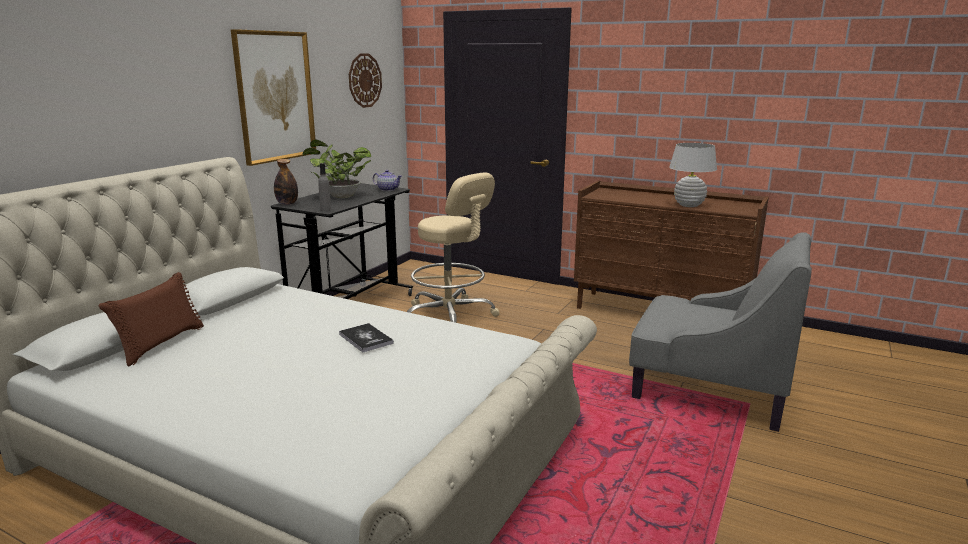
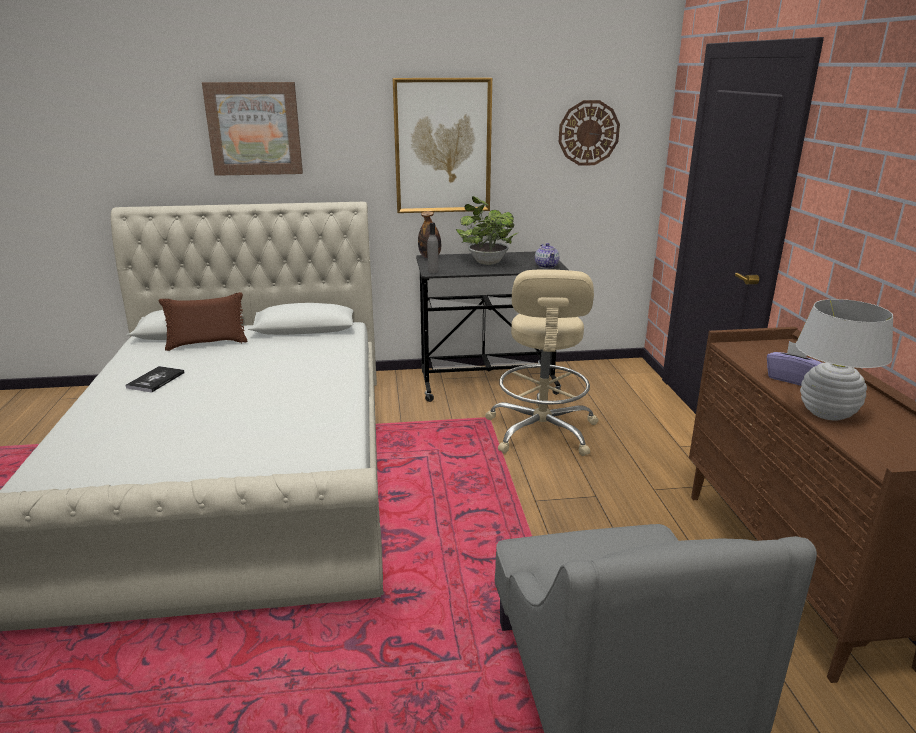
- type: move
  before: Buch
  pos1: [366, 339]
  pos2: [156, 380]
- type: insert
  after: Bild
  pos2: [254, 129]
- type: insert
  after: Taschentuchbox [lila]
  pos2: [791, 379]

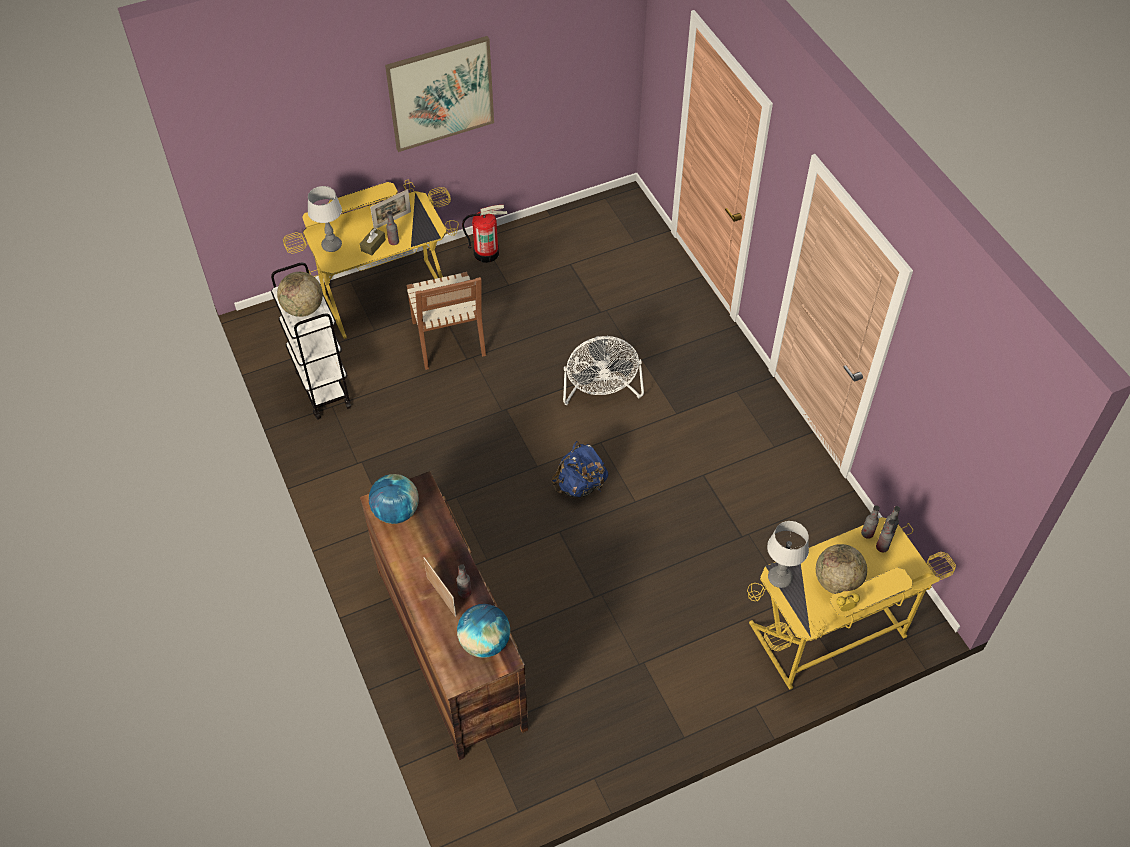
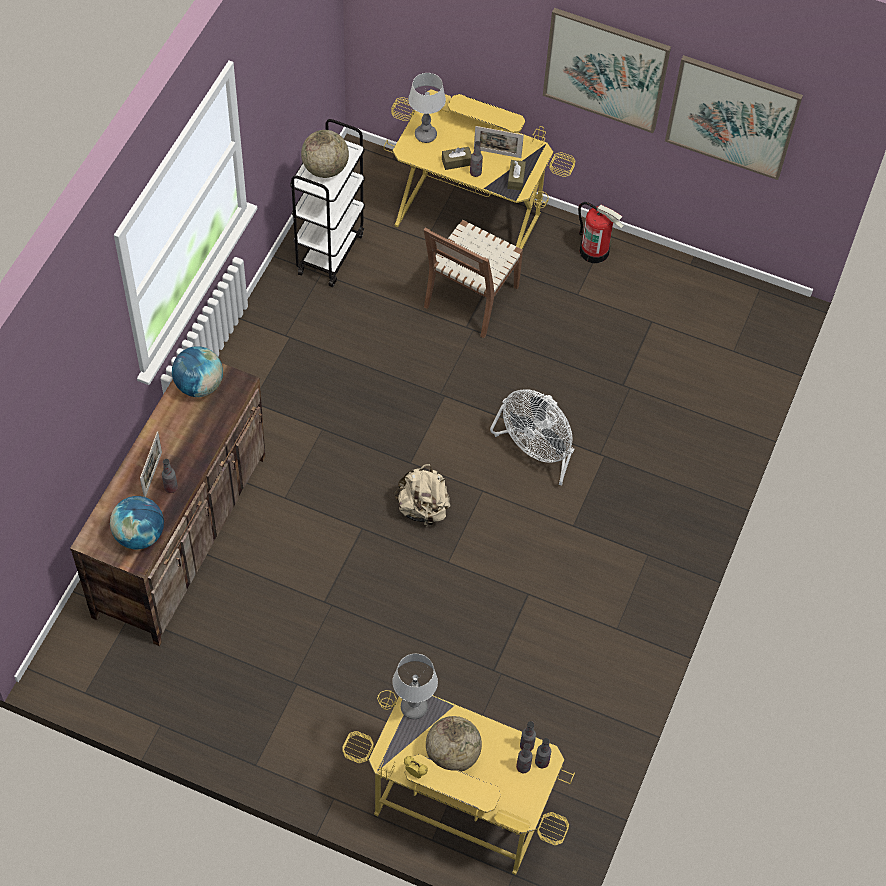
- type: recolor
  before: Rucksack [blau]
  after: Rucksack [beige]
  pos1: [580, 485]
  pos2: [423, 508]
- type: insert
  after: Taschentuchbox [braun]
  pos2: [516, 179]
- type: insert
  after: Bild
  pos2: [732, 116]

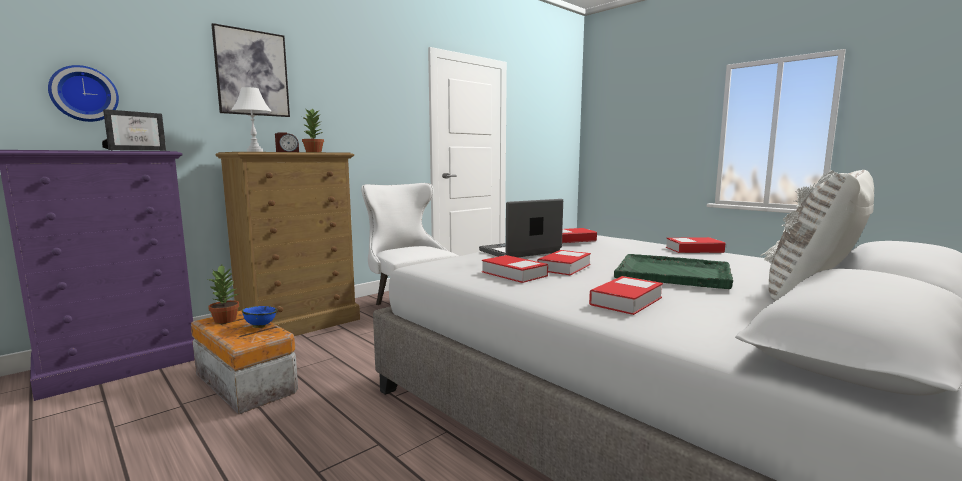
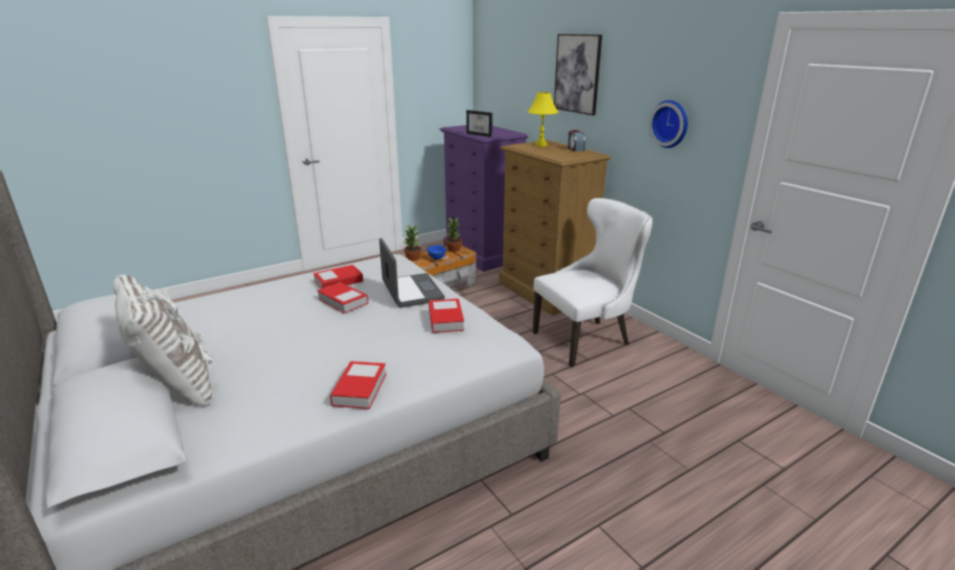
- type: move
  before: Topfpflanze
  pos1: [314, 152]
  pos2: [413, 258]
- type: recolor
  before: Tischlampe [weiß]
  after: Tischlampe [gelb]
  pos1: [255, 151]
  pos2: [541, 145]
- type: move
  before: Wanduhr
  pos1: [84, 94]
  pos2: [671, 123]
- type: delete
  before: Buch
  pos1: [626, 301]
- type: delete
  before: Tablett [grün]
  pos1: [674, 273]

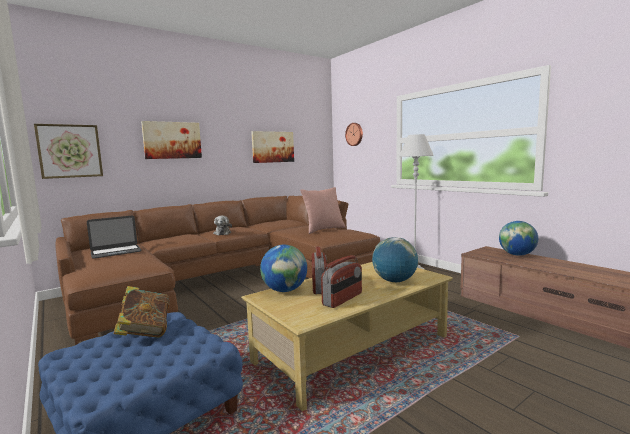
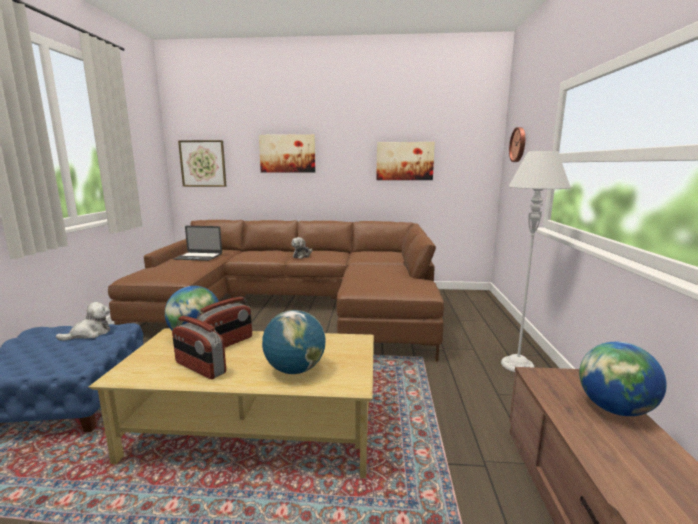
- type: replace
  before: Buch
  after: Plüschtier
  pos1: [145, 332]
  pos2: [89, 334]
- type: rotate
  before: Radio
  pos1: [343, 299]
  pos2: [200, 368]
  turn: 45
- type: delete
  before: Kissen [rosa]
  pos1: [323, 230]

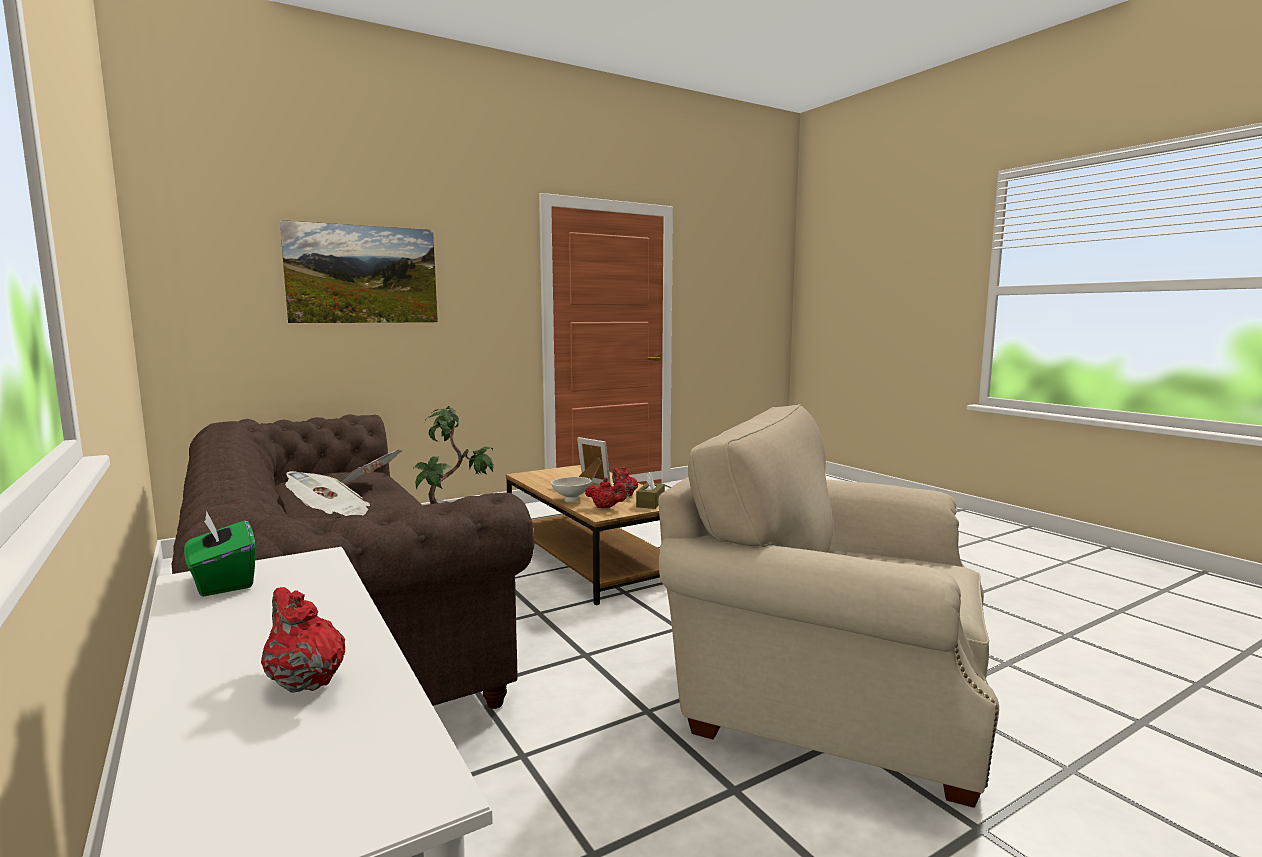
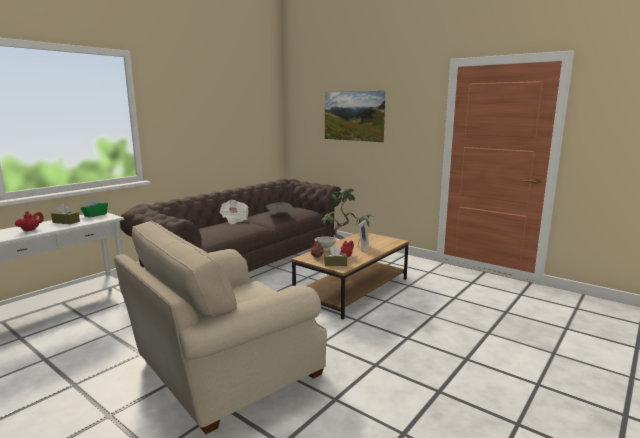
- type: insert
  after: Taschentuchbox [braun]
  pos2: [66, 222]
- type: rotate
  before: Sessel [beige]
  pos1: [827, 690]
  pos2: [224, 371]
  turn: -135

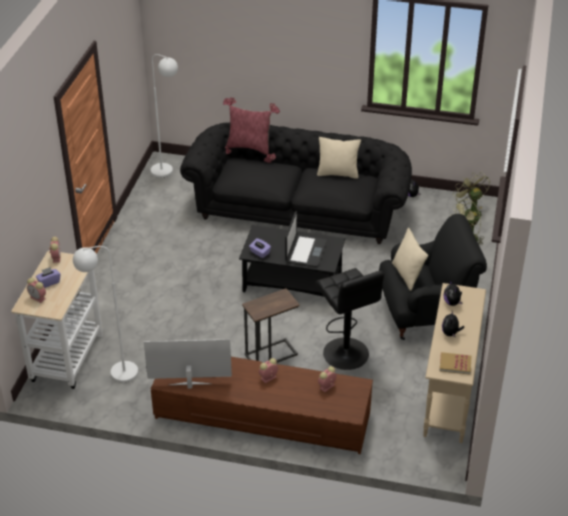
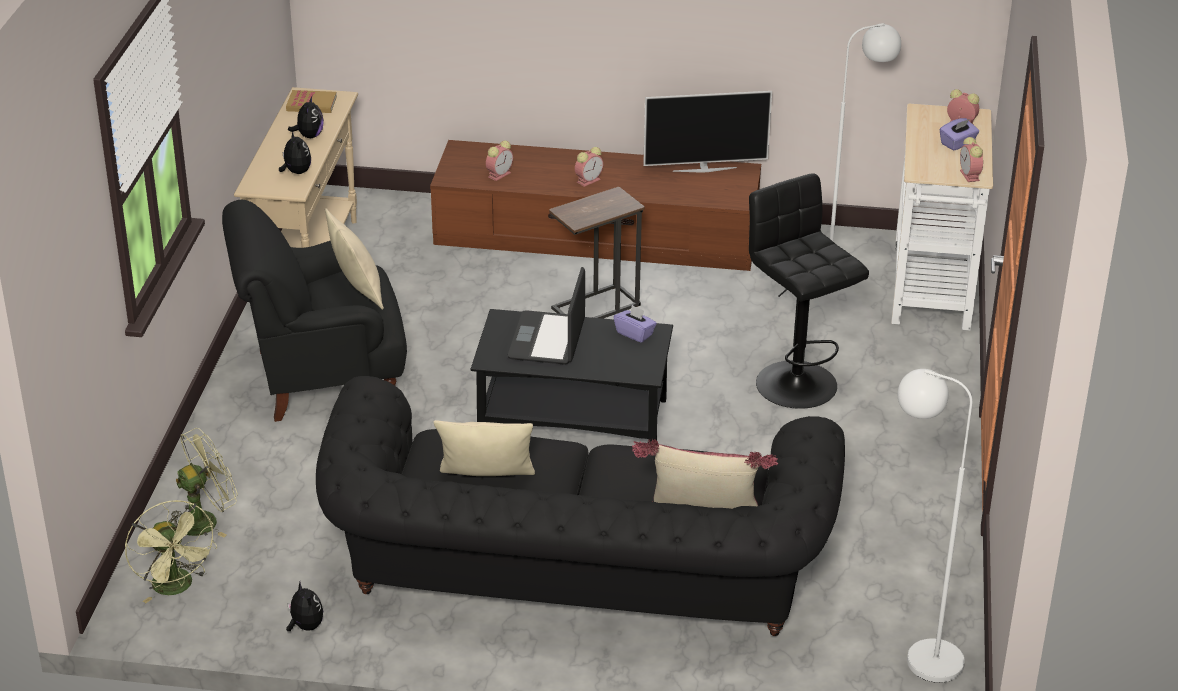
- type: move
  before: Hocker [schwarz]
  pos1: [345, 354]
  pos2: [796, 384]

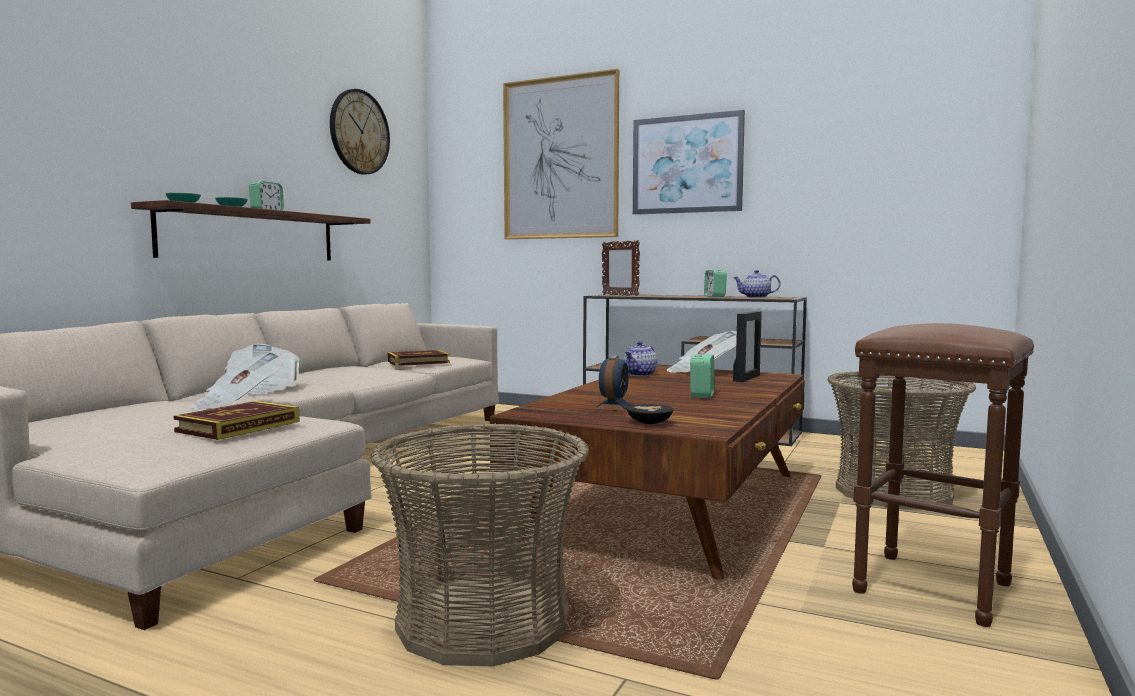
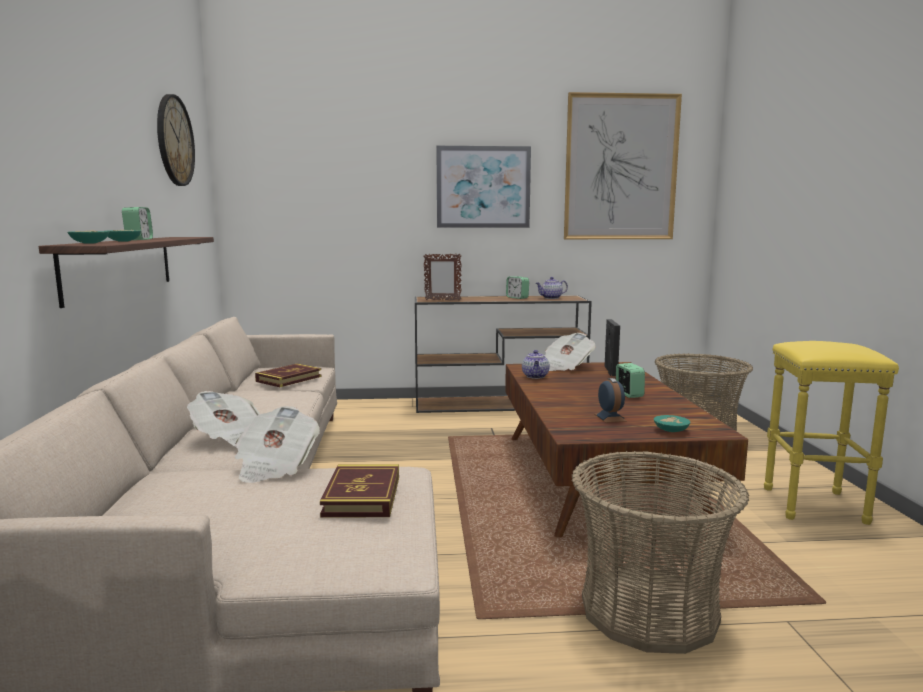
- type: move
  before: Bild
  pos1: [560, 158]
  pos2: [621, 168]
- type: recolor
  before: Schüssel [schwarz]
  after: Schüssel [türkis]
  pos1: [648, 422]
  pos2: [670, 430]
- type: recolor
  before: Hocker [braun]
  after: Hocker [gelb]
  pos1: [934, 589]
  pos2: [816, 506]

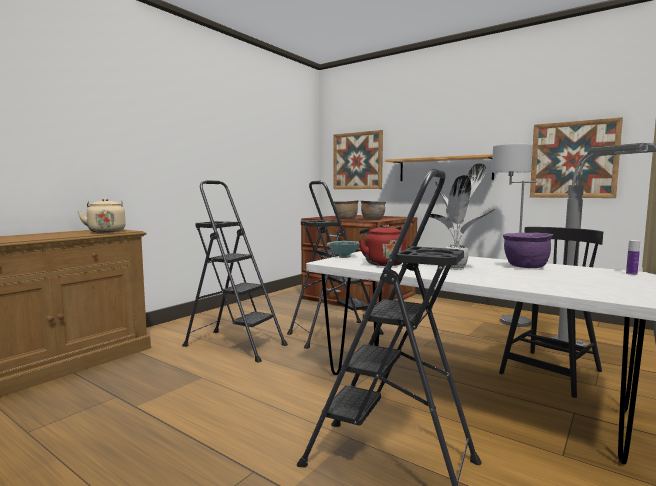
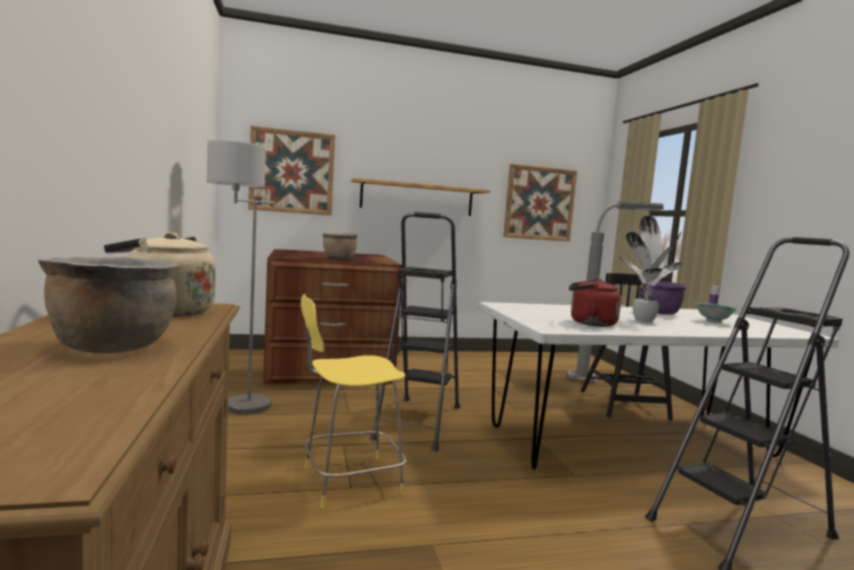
- type: move
  before: Kochtopf [braun]
  pos1: [372, 219]
  pos2: [113, 347]
- type: move
  before: Stehlampe [grau]
  pos1: [507, 320]
  pos2: [236, 405]
- type: replace
  before: Trittleiter
  after: Hocker [gelb]
  pos1: [234, 345]
  pos2: [348, 481]
- type: move
  before: Schüssel
  pos1: [344, 257]
  pos2: [713, 322]

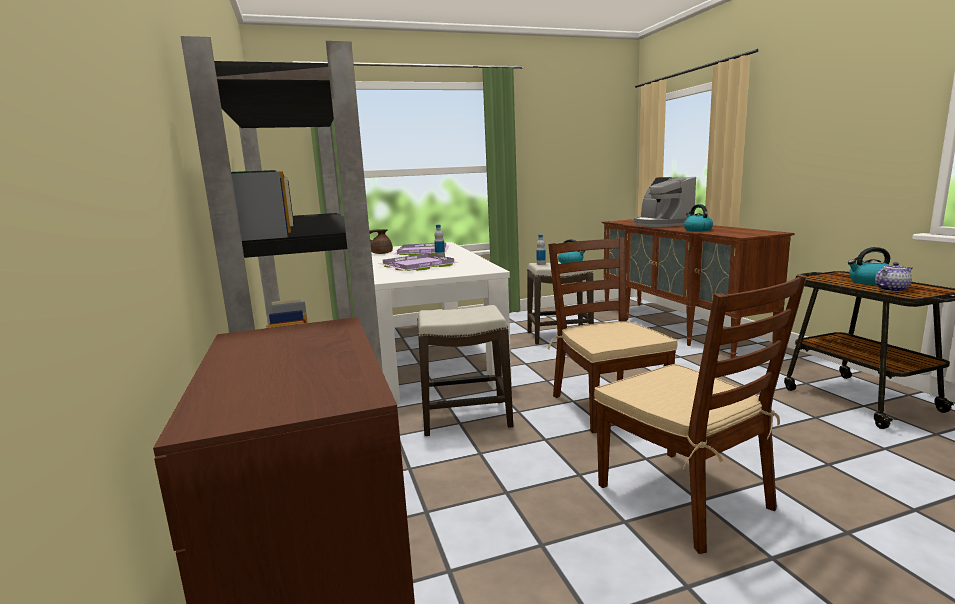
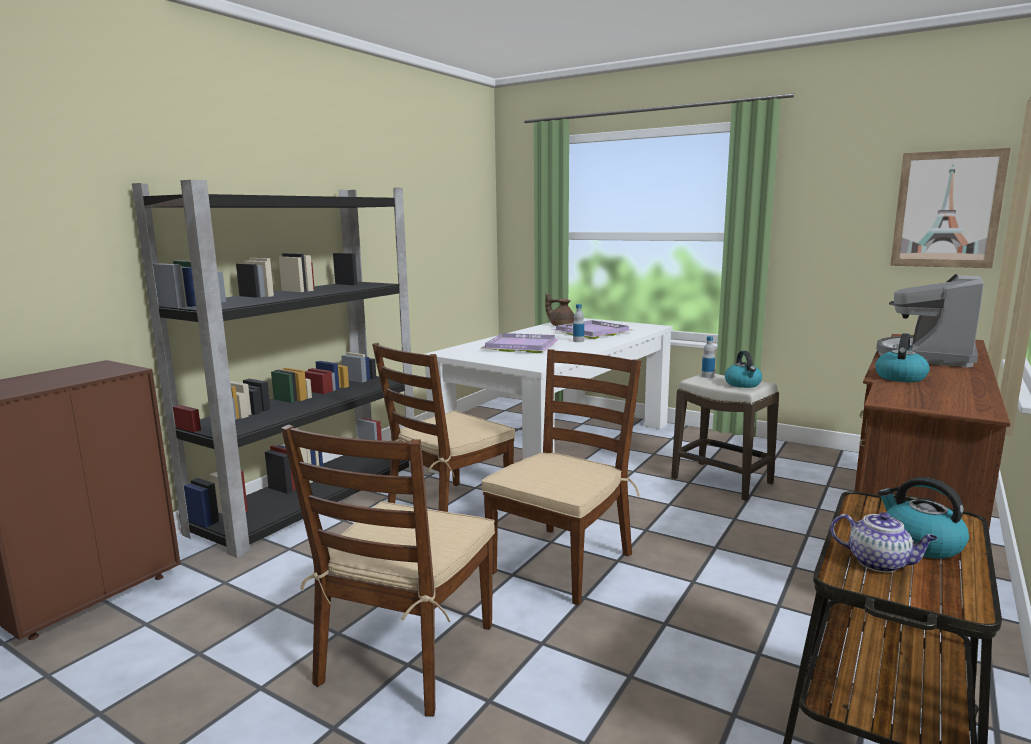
- type: replace
  before: Hocker
  after: Stuhl [braun]
  pos1: [465, 418]
  pos2: [449, 509]
- type: insert
  after: Bild
  pos2: [947, 209]

